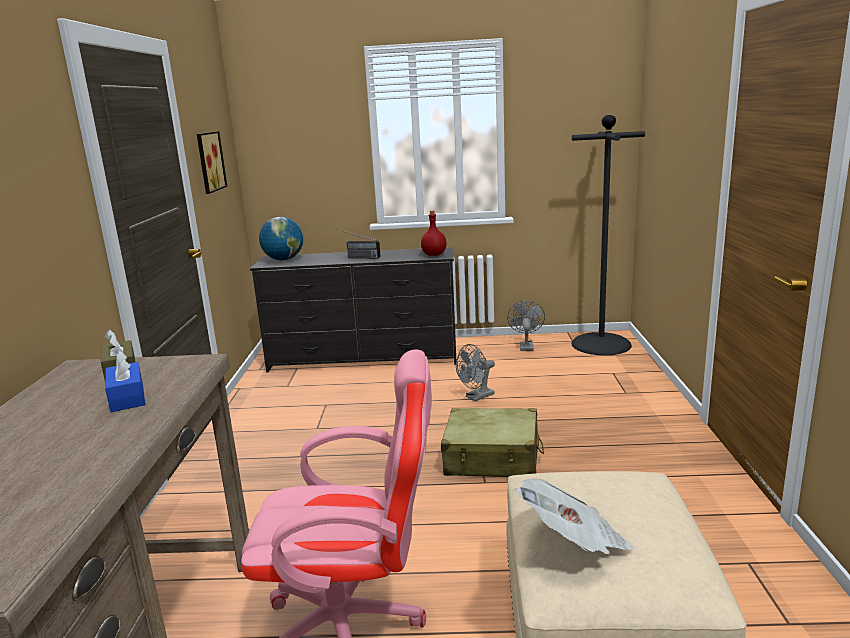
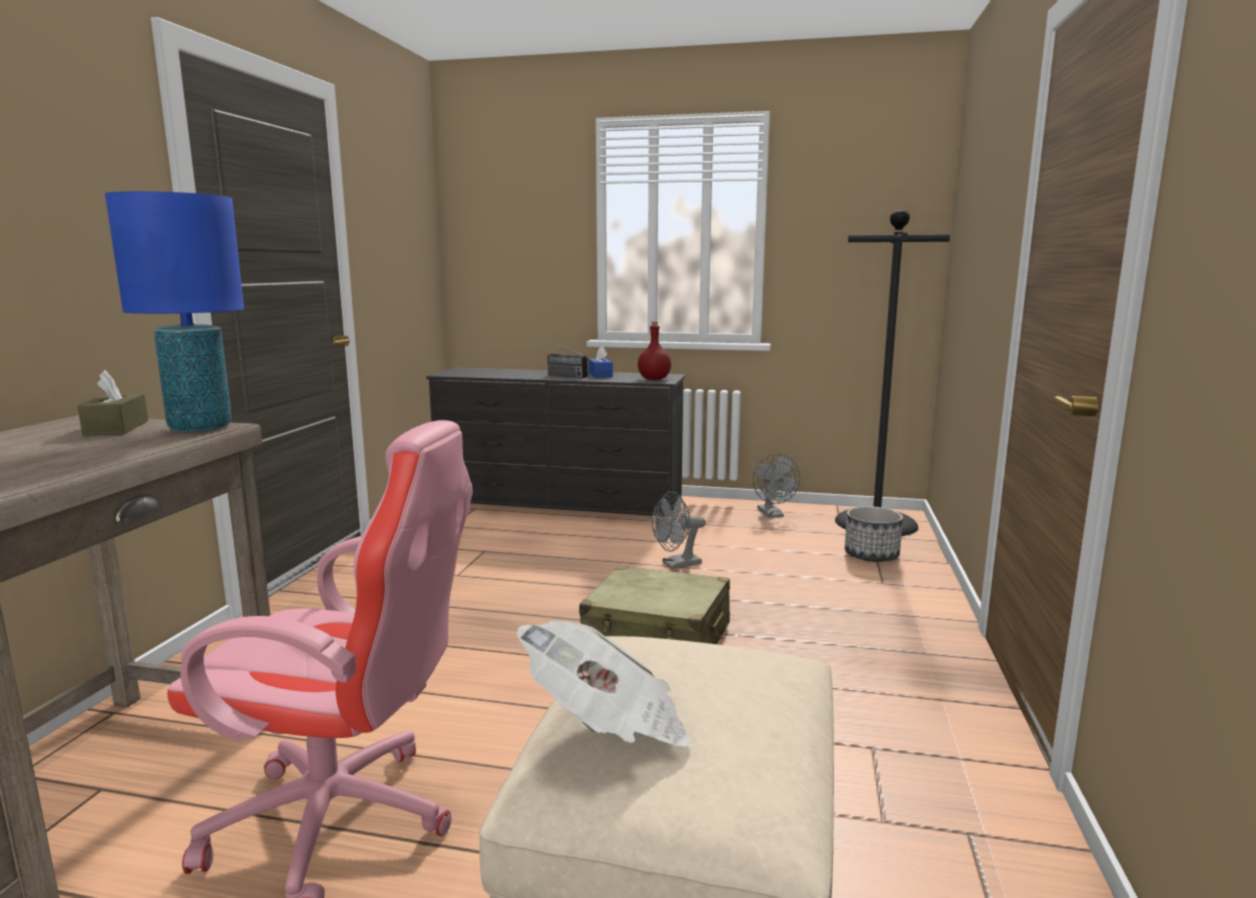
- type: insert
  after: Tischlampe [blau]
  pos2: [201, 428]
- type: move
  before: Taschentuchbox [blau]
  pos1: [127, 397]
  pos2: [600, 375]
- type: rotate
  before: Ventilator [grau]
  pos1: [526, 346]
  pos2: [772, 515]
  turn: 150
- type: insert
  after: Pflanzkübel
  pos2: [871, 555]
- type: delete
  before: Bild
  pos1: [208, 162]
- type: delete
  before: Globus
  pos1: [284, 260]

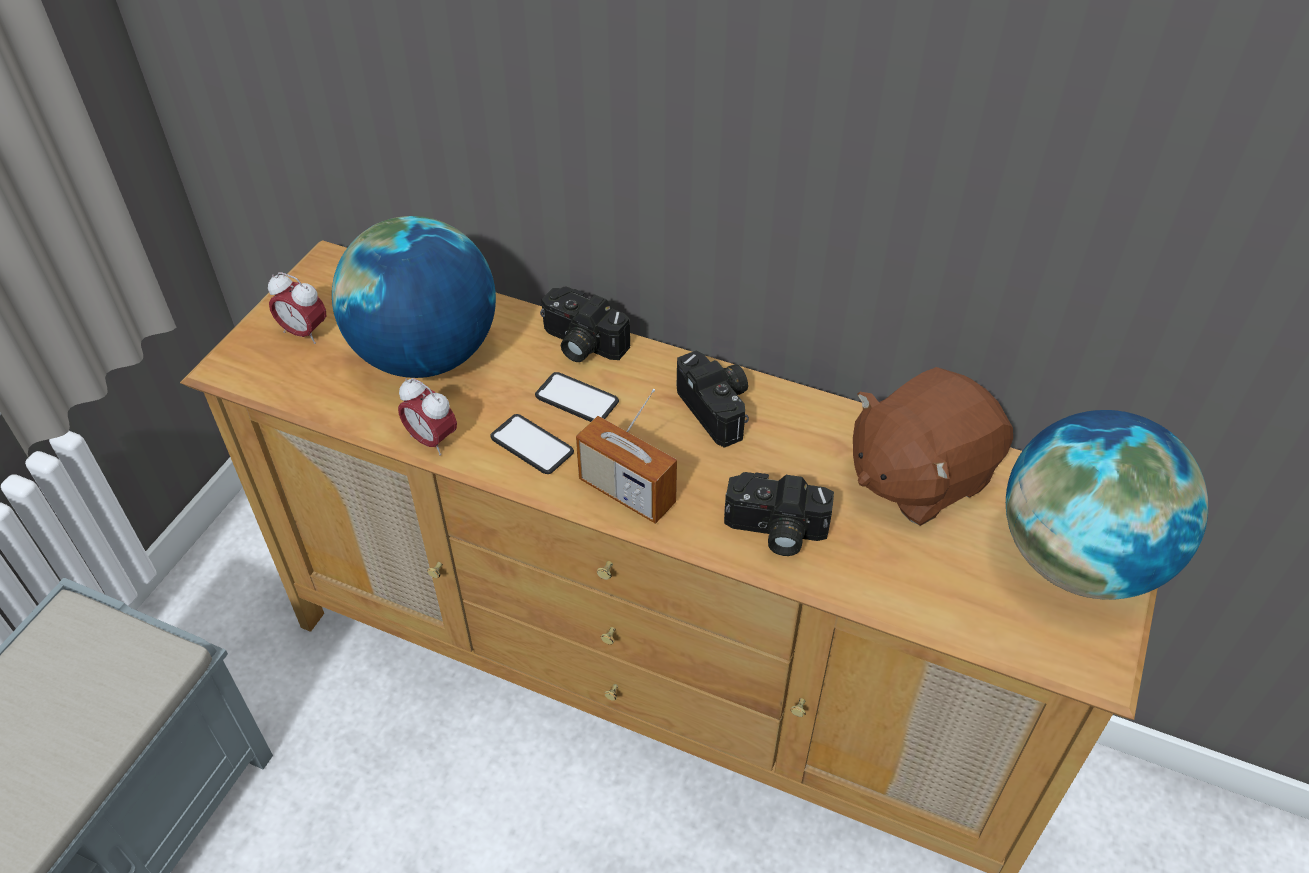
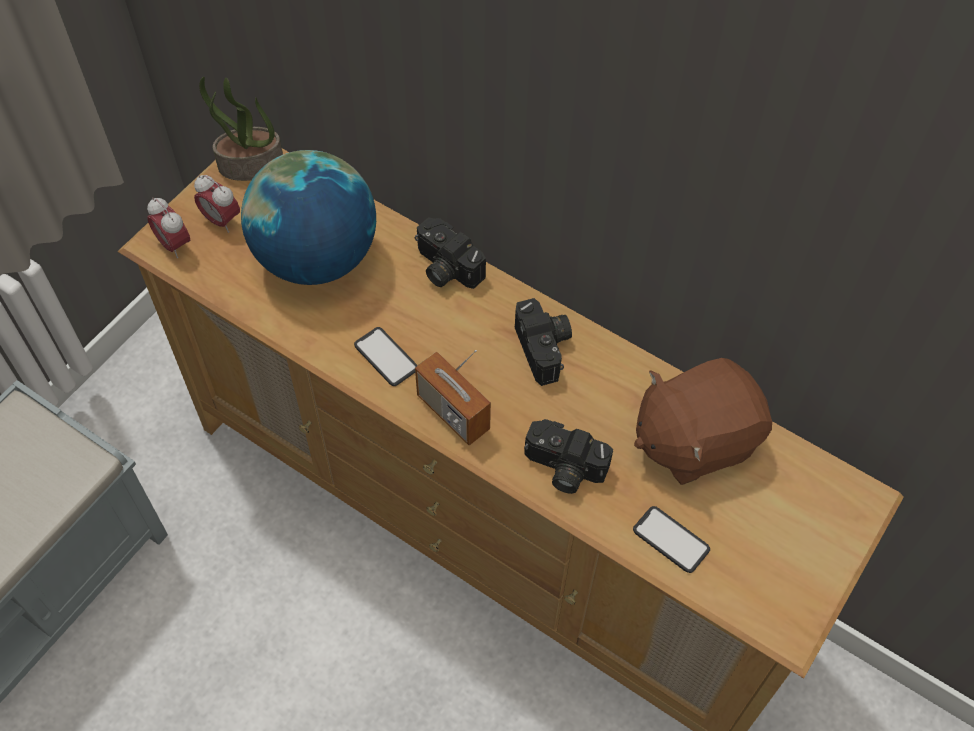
- type: move
  before: Wecker
  pos1: [432, 440]
  pos2: [174, 245]
- type: insert
  after: Topfpflanze
  pos2: [250, 165]
- type: move
  before: Handy
  pos1: [576, 399]
  pos2: [671, 540]
- type: delete
  before: Globus
  pos1: [1079, 559]

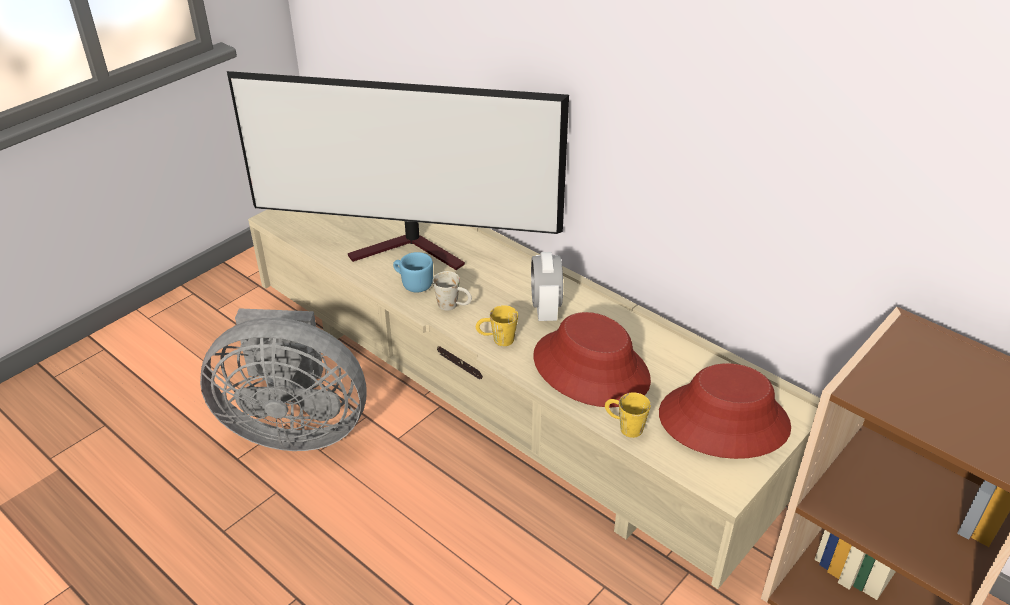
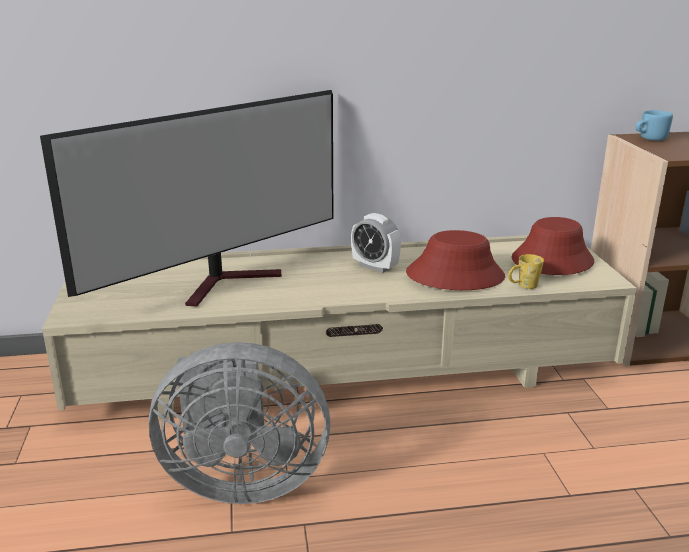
- type: rotate
  before: Ventilator [grau]
  pos1: [294, 427]
  pos2: [241, 480]
  turn: 45
- type: move
  before: Henkelbecher [blau]
  pos1: [413, 283]
  pos2: [649, 139]
- type: delete
  before: Henkelbecher [weiß]
  pos1: [453, 306]
- type: delete
  before: Henkelbecher [gelb]
  pos1: [496, 340]

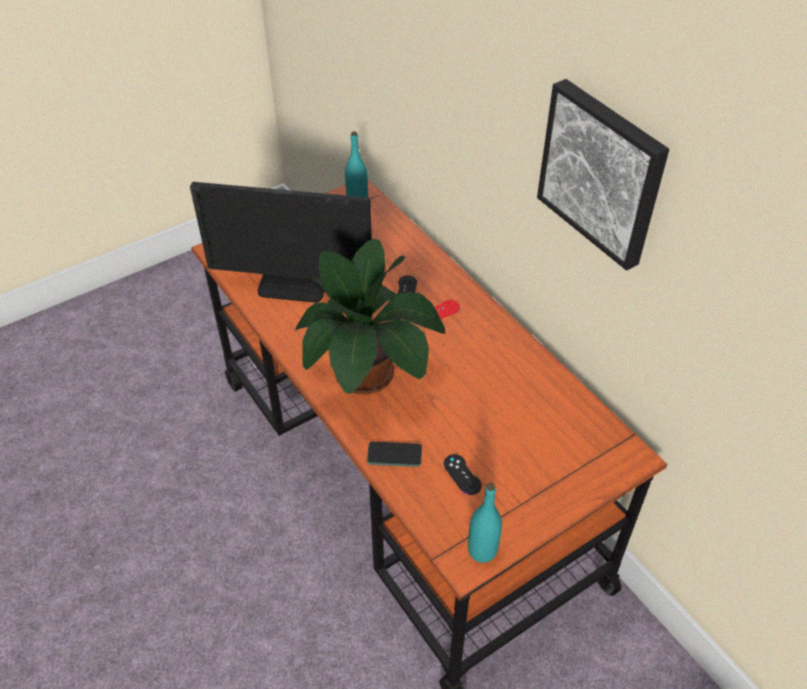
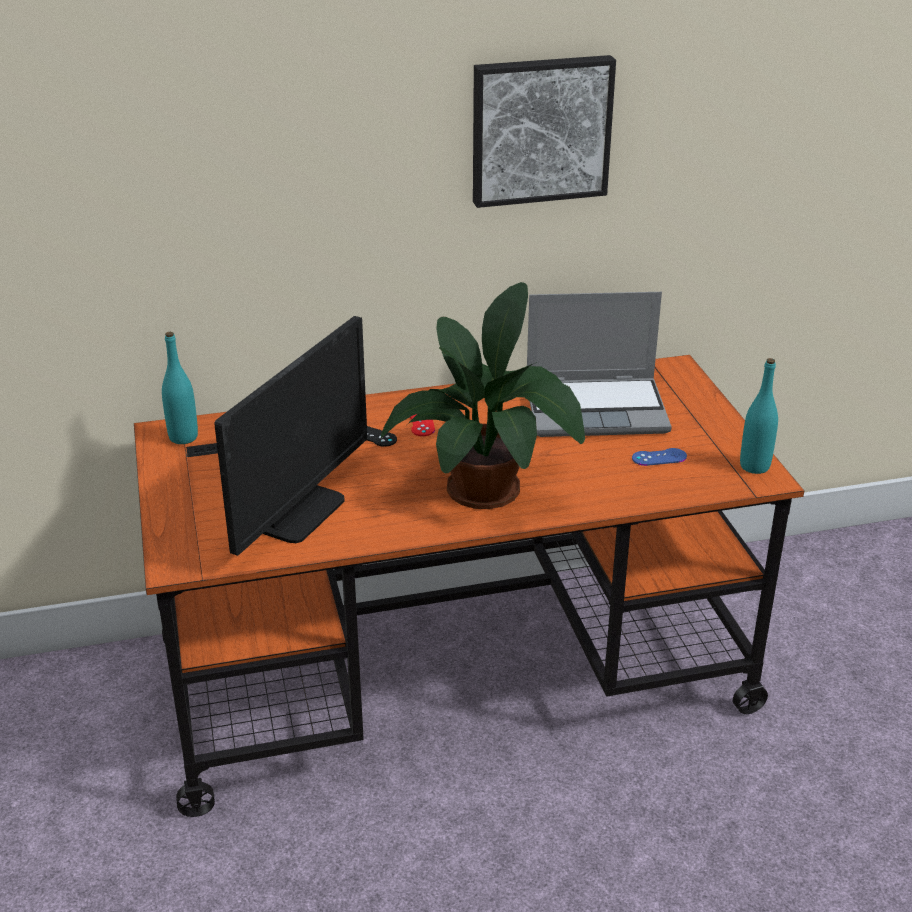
- type: insert
  after: Laptop
  pos2: [597, 409]
- type: recolor
  before: Gamepad [schwarz]
  after: Gamepad [blau]
  pos1: [462, 474]
  pos2: [659, 457]
- type: delete
  before: Handy
  pos1: [394, 455]

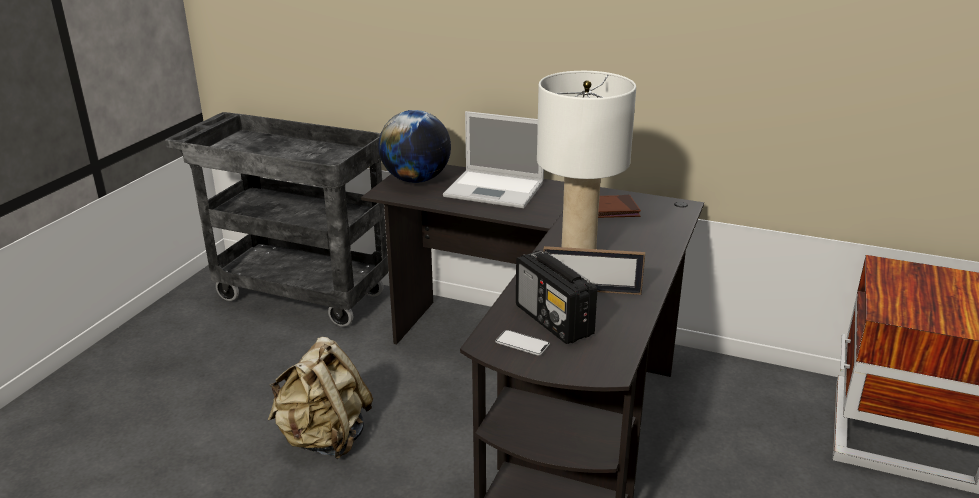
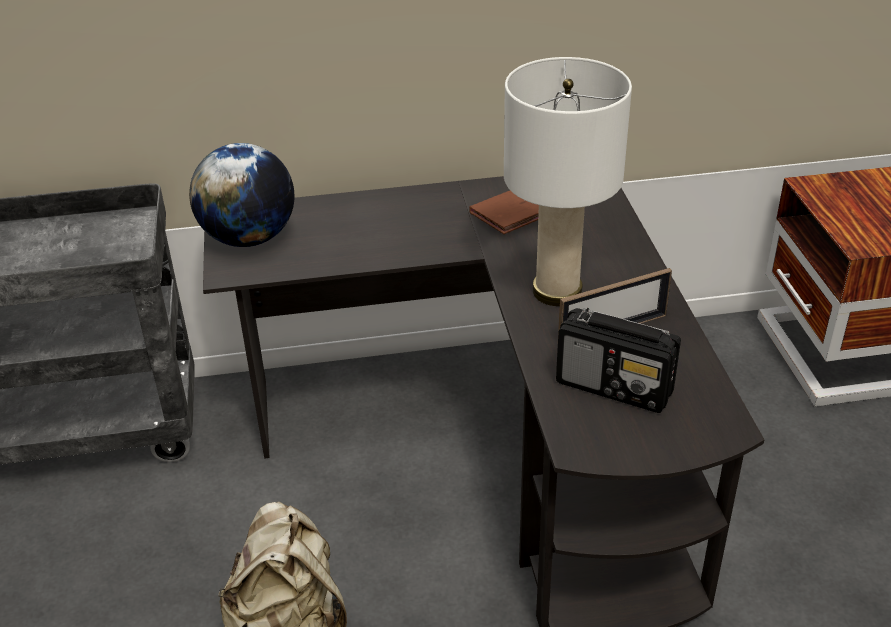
- type: delete
  before: Laptop
  pos1: [496, 190]
- type: delete
  before: Handy
  pos1: [522, 344]

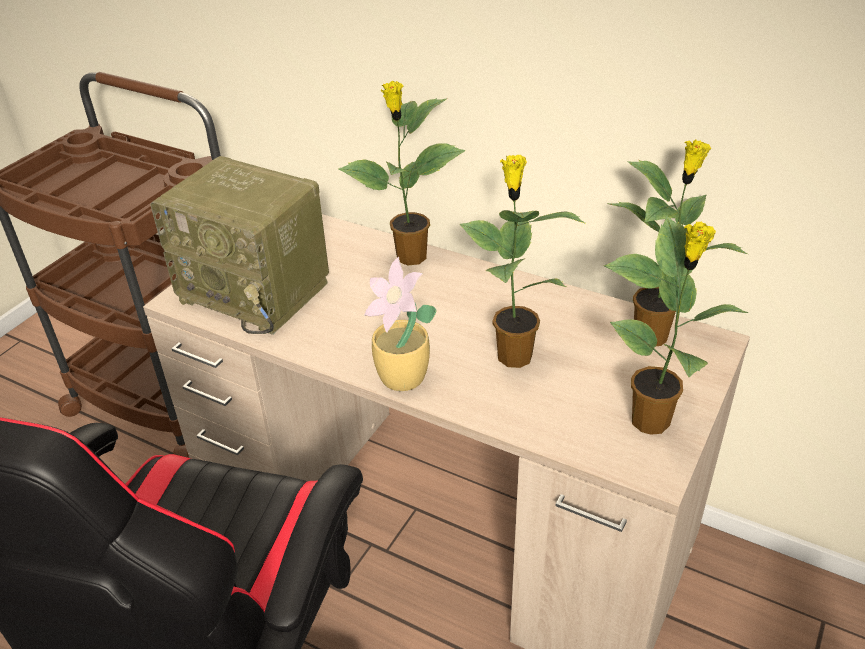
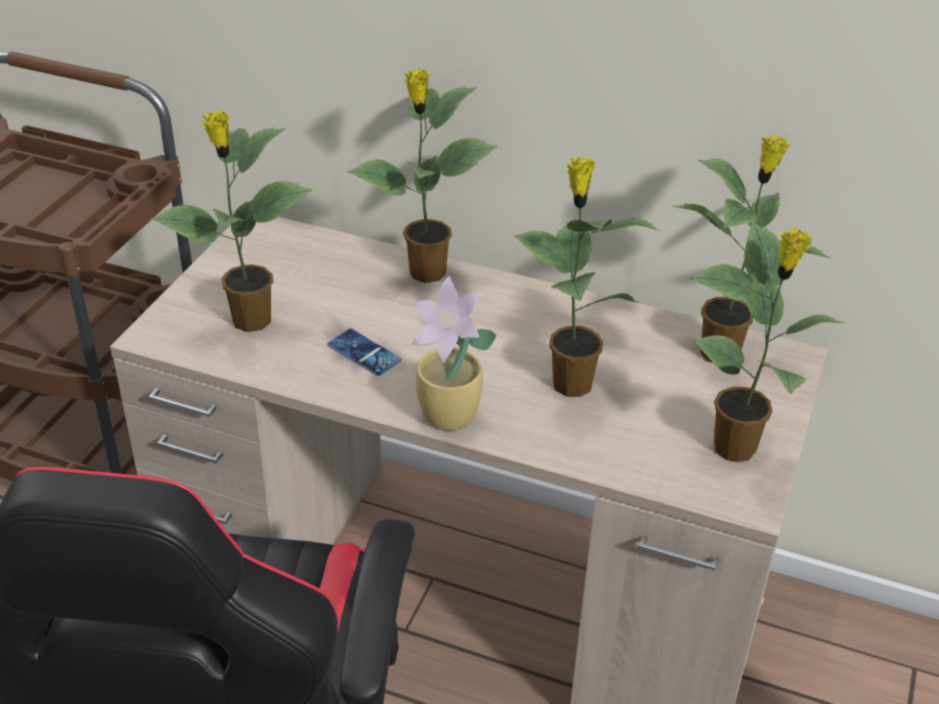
- type: replace
  before: Radio
  after: Topfpflanze
  pos1: [257, 291]
  pos2: [249, 322]
- type: insert
  after: Handy
  pos2: [364, 353]

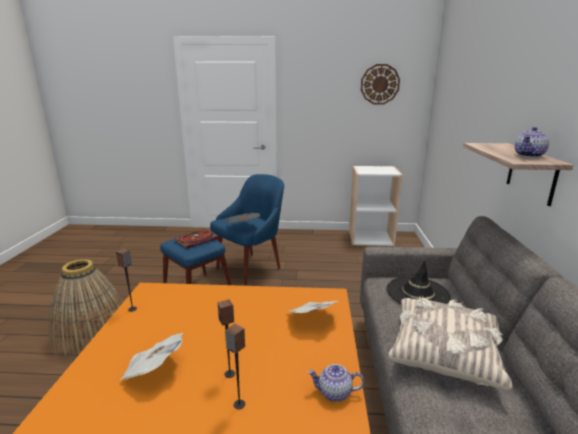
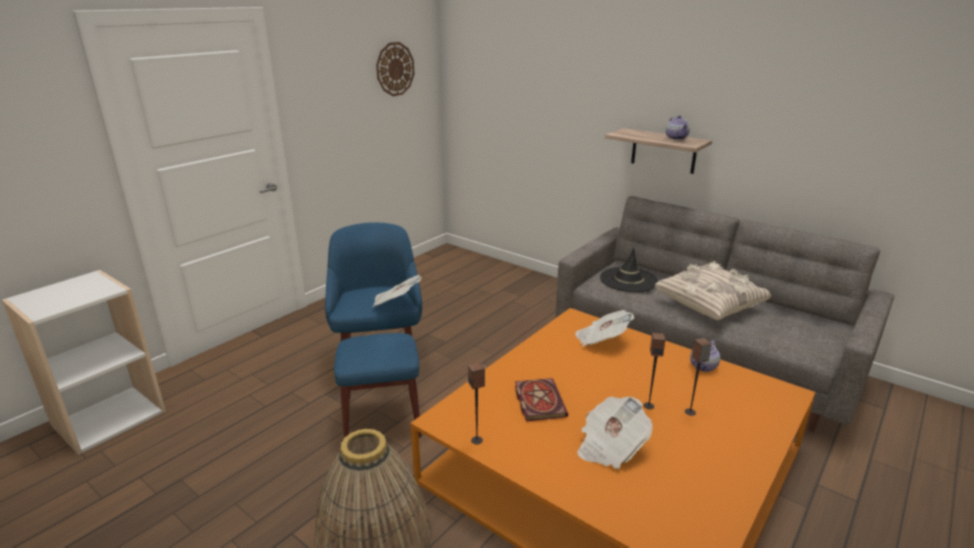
- type: move
  before: Bücherregal [weiß]
  pos1: [371, 238]
  pos2: [110, 417]
- type: move
  before: Buch
  pos1: [197, 240]
  pos2: [538, 400]

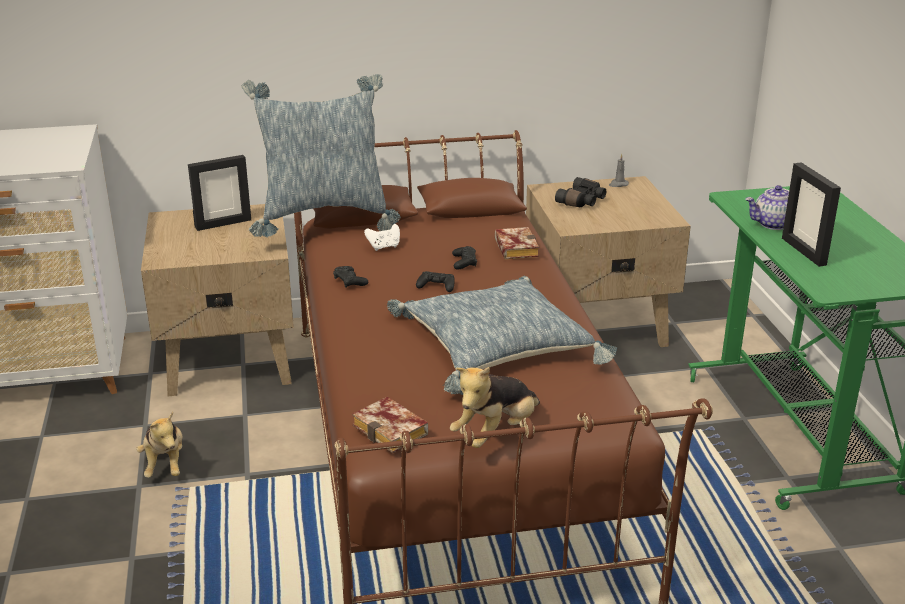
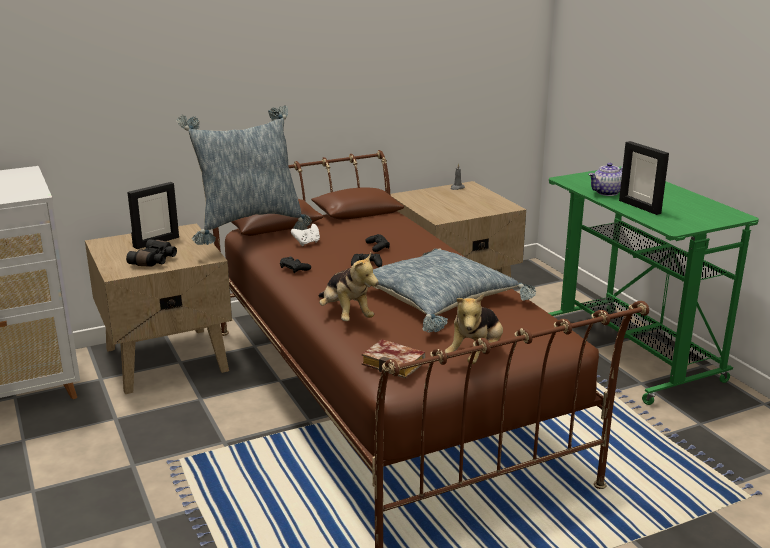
- type: move
  before: Fernglas [schwarz]
  pos1: [582, 201]
  pos2: [155, 261]
- type: move
  before: Plüschtier
  pos1: [165, 464]
  pos2: [345, 315]
- type: delete
  before: Buch
  pos1: [514, 248]

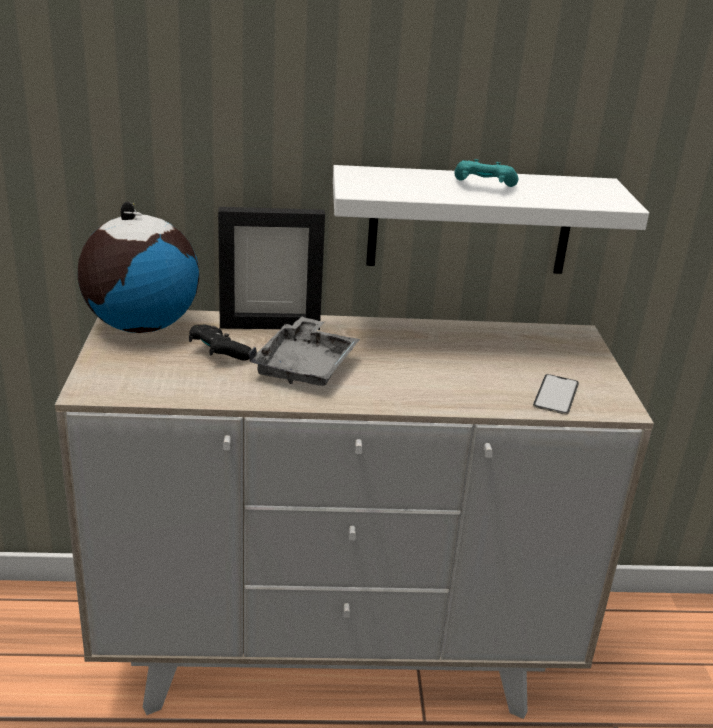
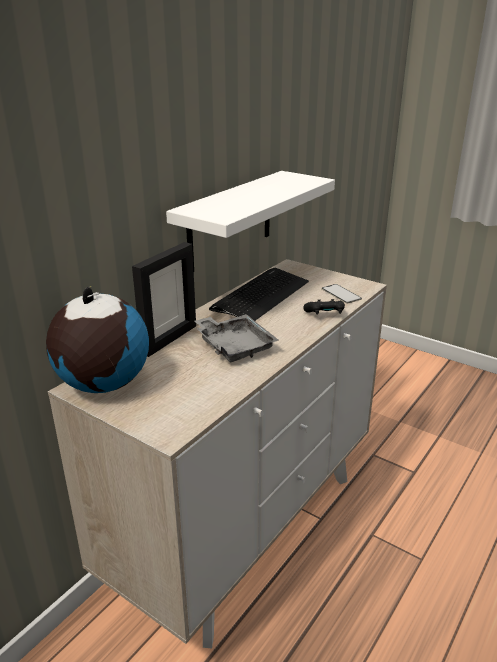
- type: insert
  after: Tastatur
  pos2: [261, 295]
- type: move
  before: Gamepad [schwarz]
  pos1: [218, 354]
  pos2: [325, 315]
- type: delete
  before: Gamepad [türkis]
  pos1: [483, 187]

